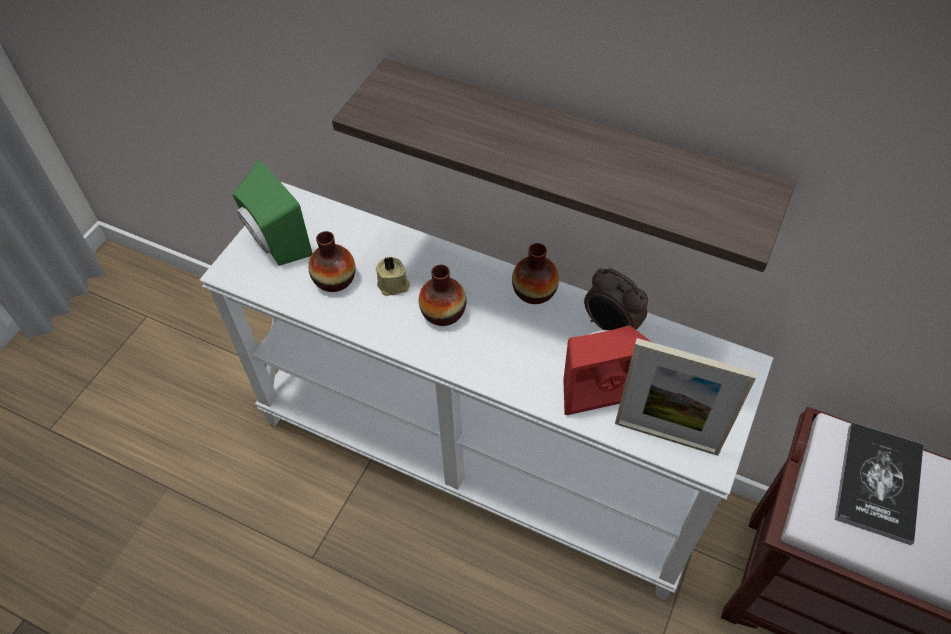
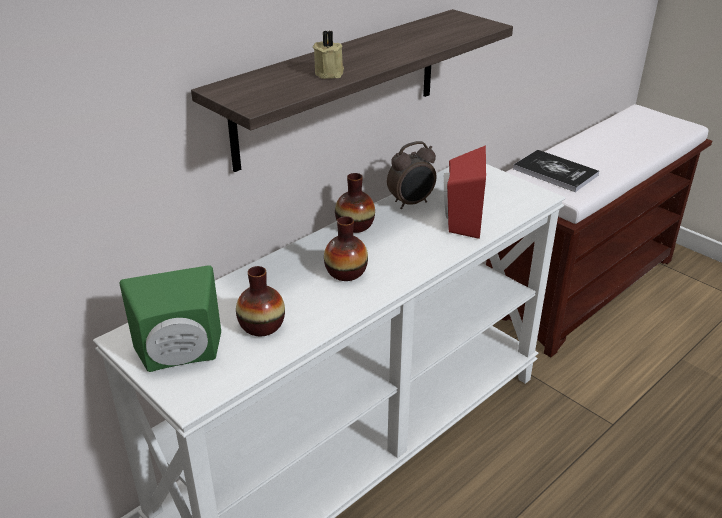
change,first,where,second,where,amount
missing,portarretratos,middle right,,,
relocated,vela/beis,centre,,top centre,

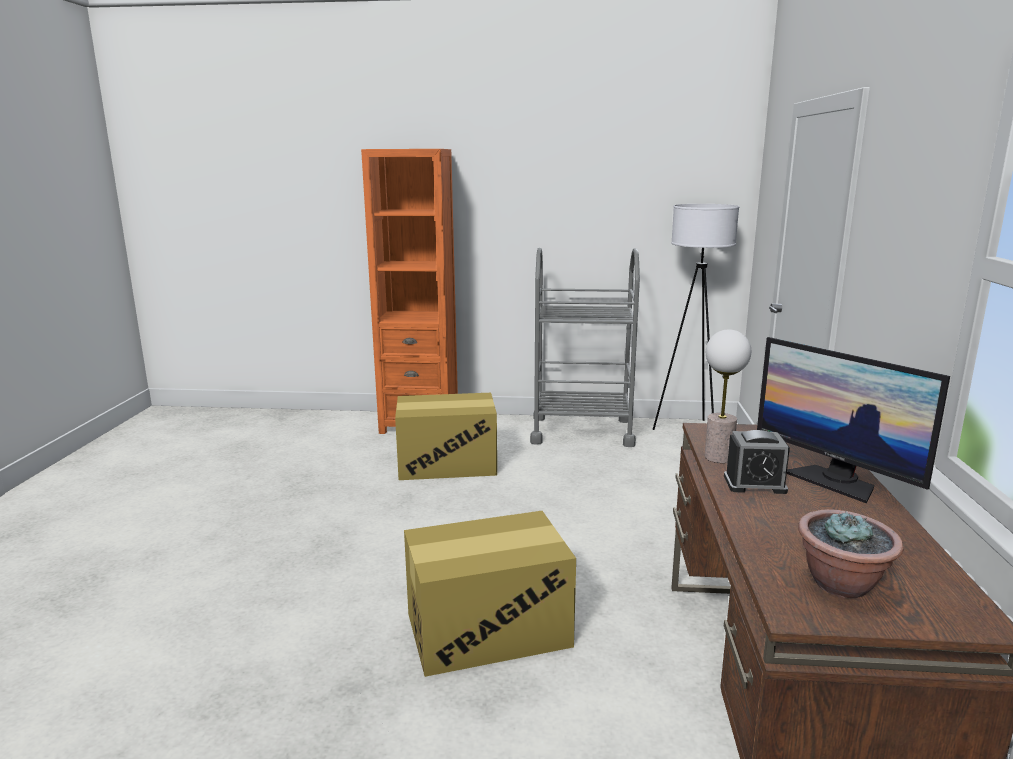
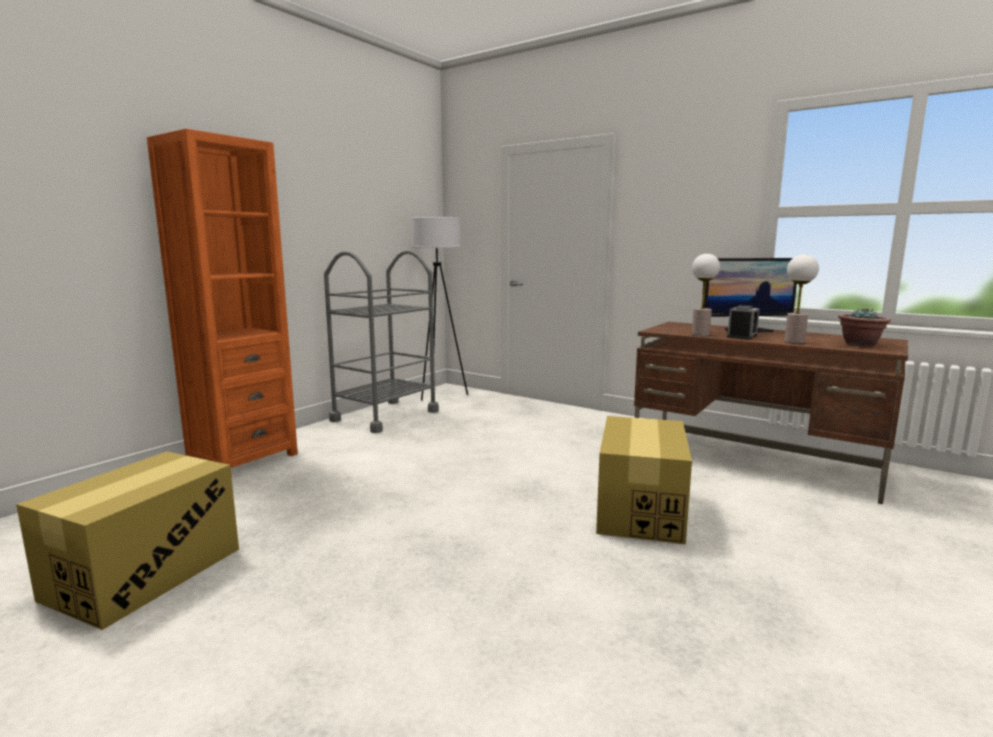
change,first,where,second,where,amount
appeared,,,lámpara de mesa (no. 2 from left),middle right,
relocated,caja de cartón (no. 1 from left),centre,,bottom left,

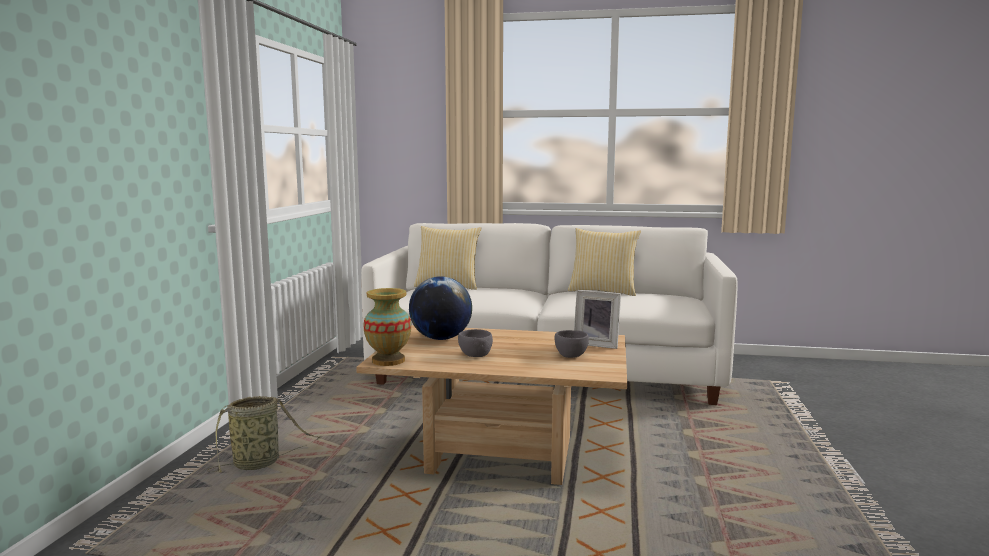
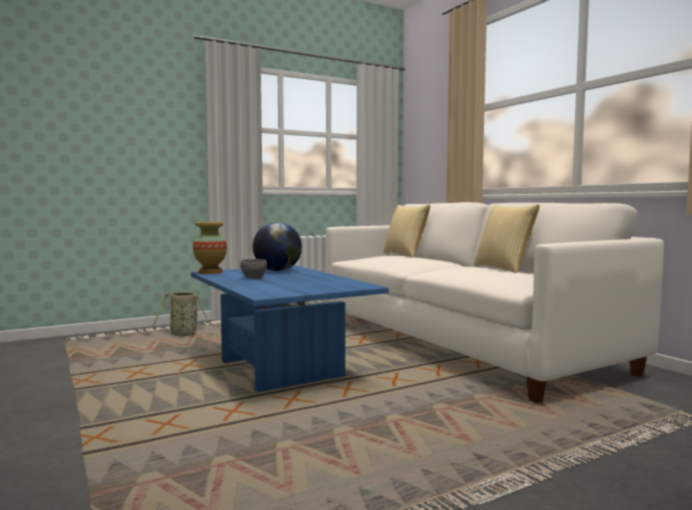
change,first,where,second,where,amount
missing,cuenco/gris (no. 2 from left),centre,,,
missing,portarretratos,centre,,,
colour,mesa de centro/beis,bottom centre,mesa de centro/azul,centre,

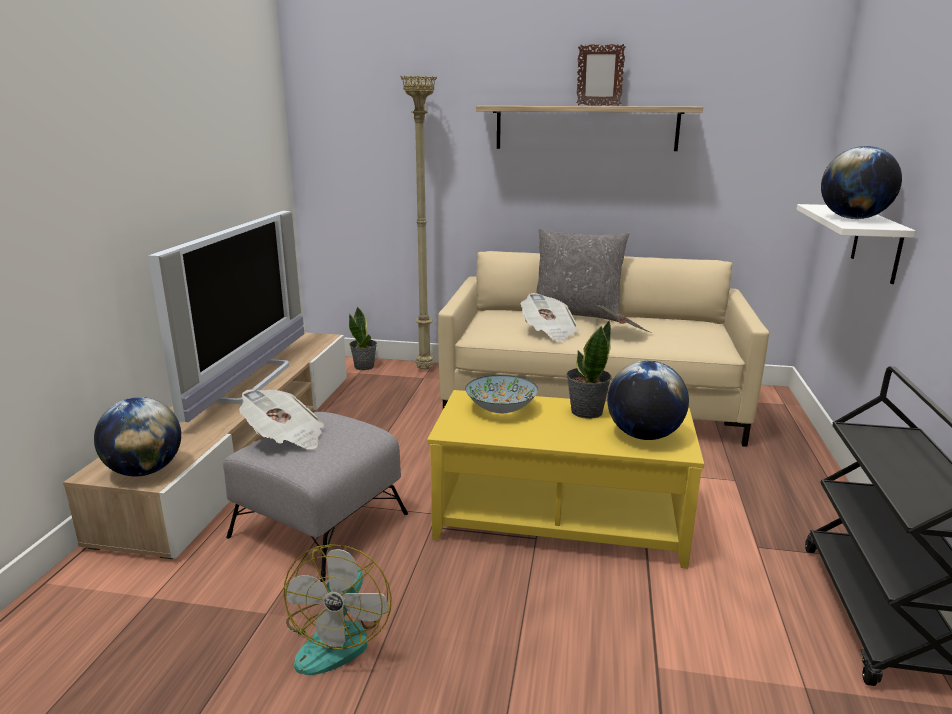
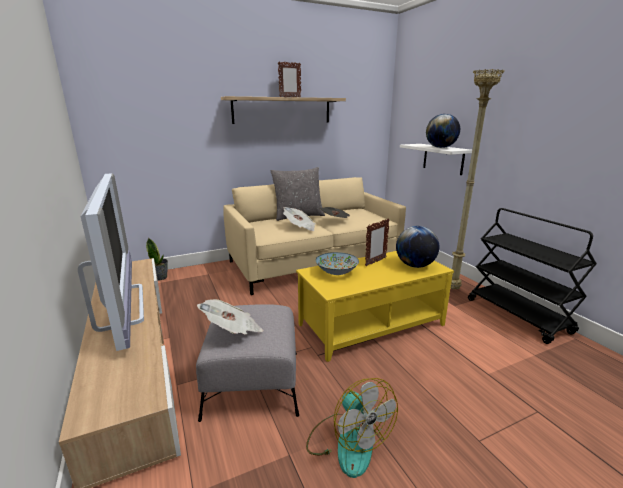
change,first,where,second,where,amount
missing,globo terráqueo (no. 1 from left),middle left,,,
relocated,lámpara de pie/beis,top centre,,middle right,
exchanged,planta en maceta (no. 2 from left),centre,portarretratos (no. 2 from left),centre,

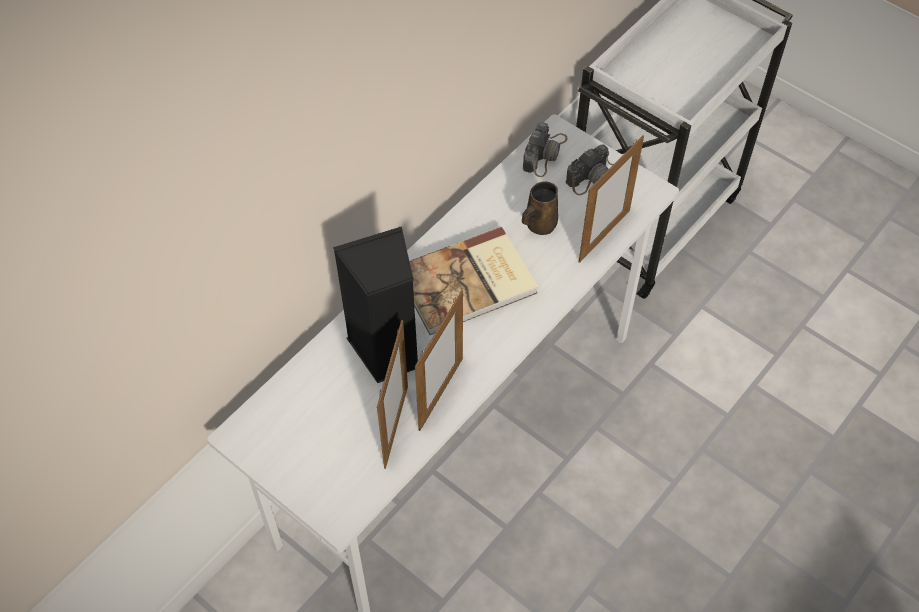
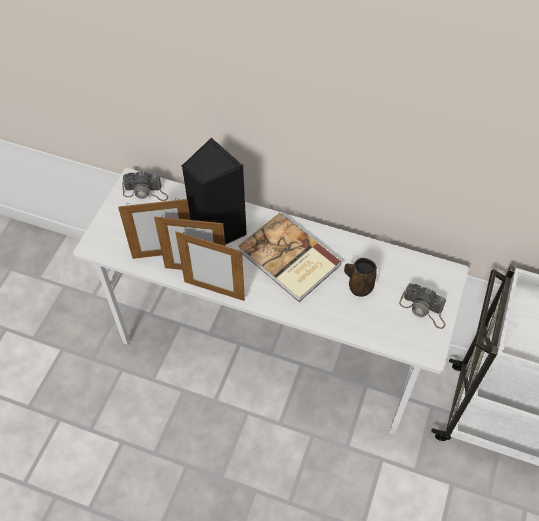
change,first,where,second,where,amount
relocated,cámara (no. 1 from left),top centre,,middle left,
relocated,portarretratos (no. 3 from left),top centre,,centre,

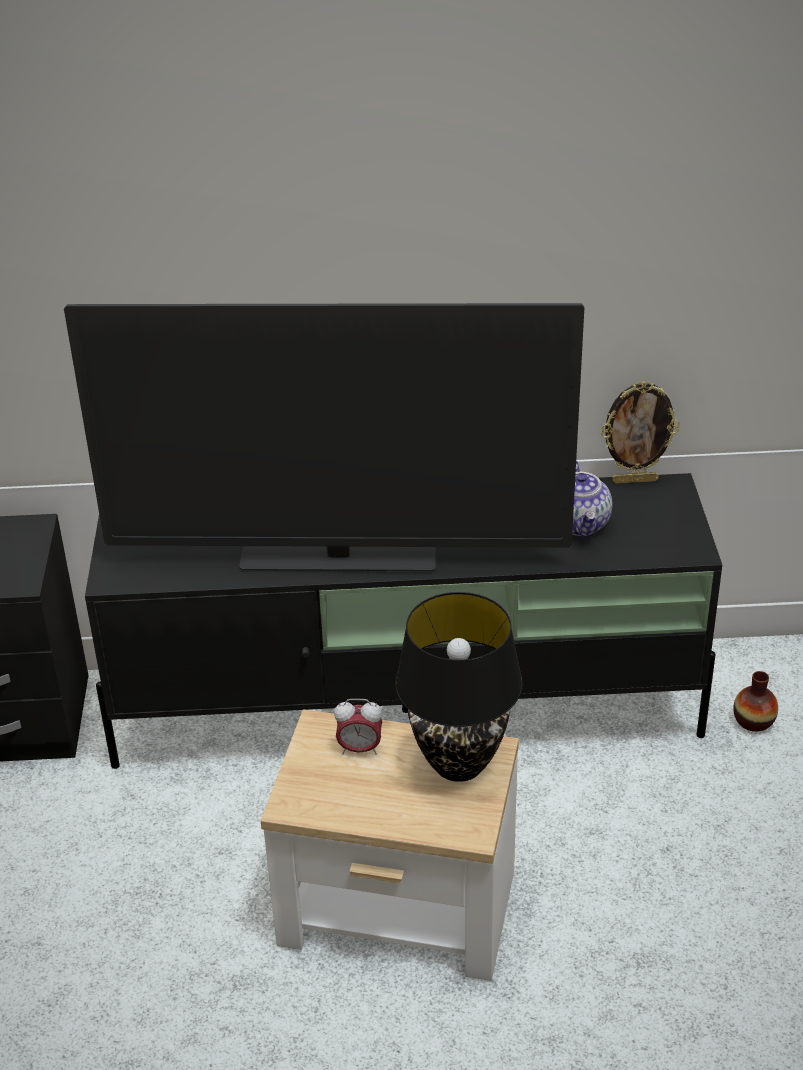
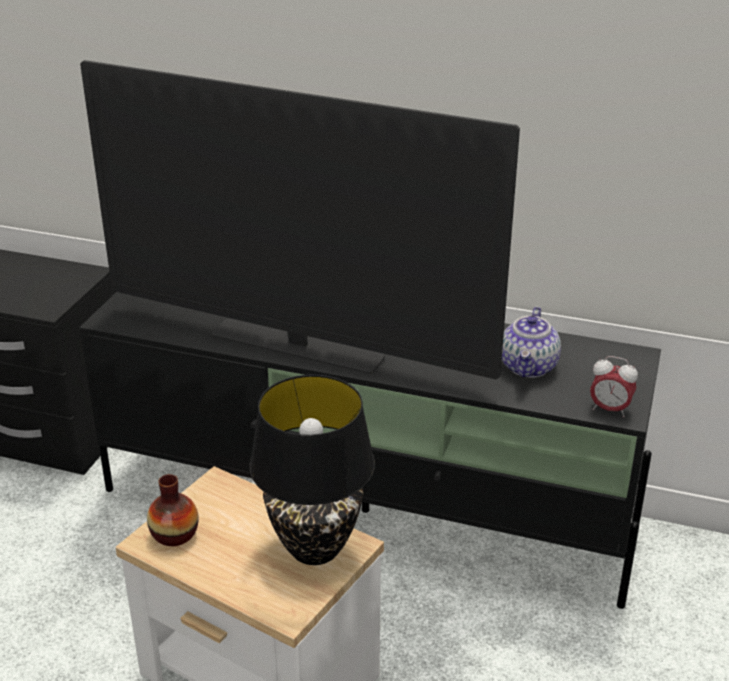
change,first,where,second,where,amount
missing,portarretratos,middle right,,,
relocated,despertador,bottom centre,,middle right,
relocated,florero,middle right,,bottom left,

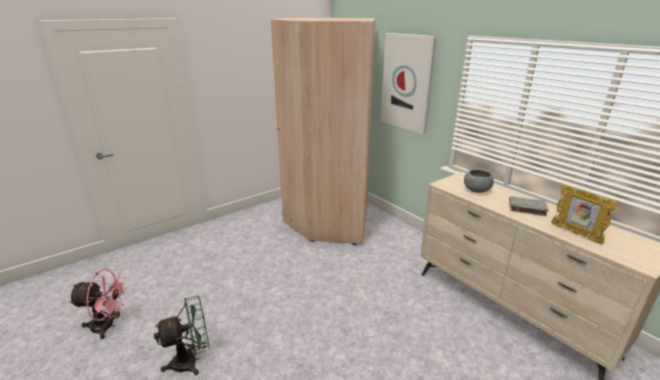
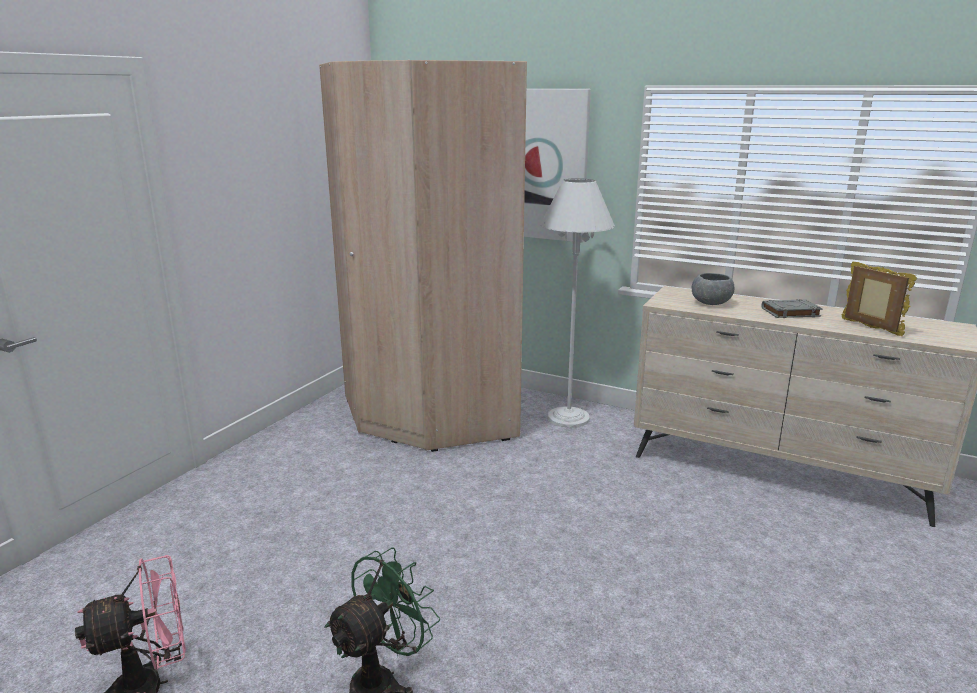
change,first,where,second,where,amount
appeared,,,lámpara de pie/blanco,centre,
spun,portarretratos,middle right,,middle right,150 degrees counterclockwise

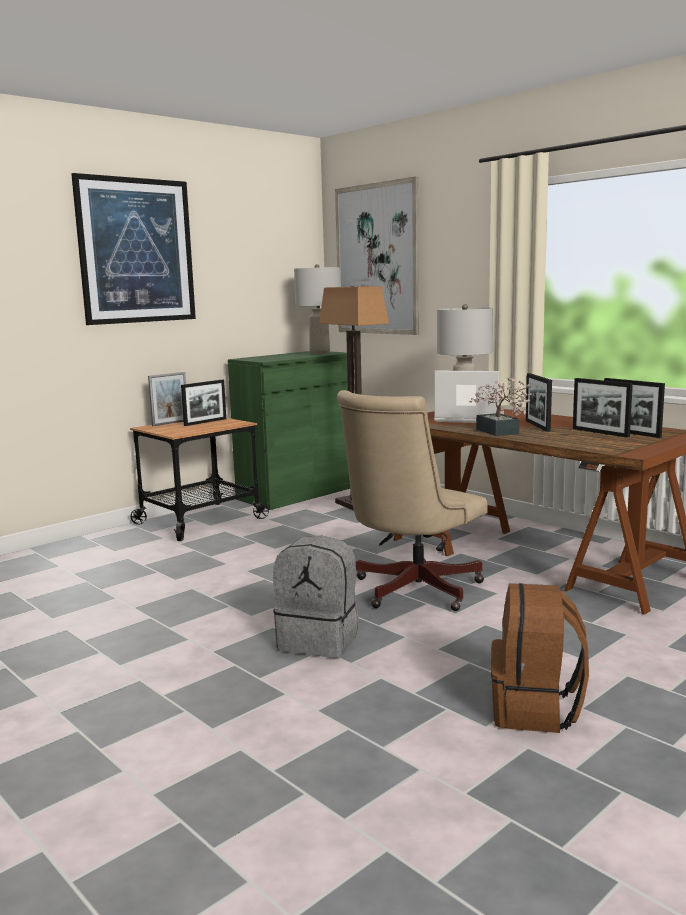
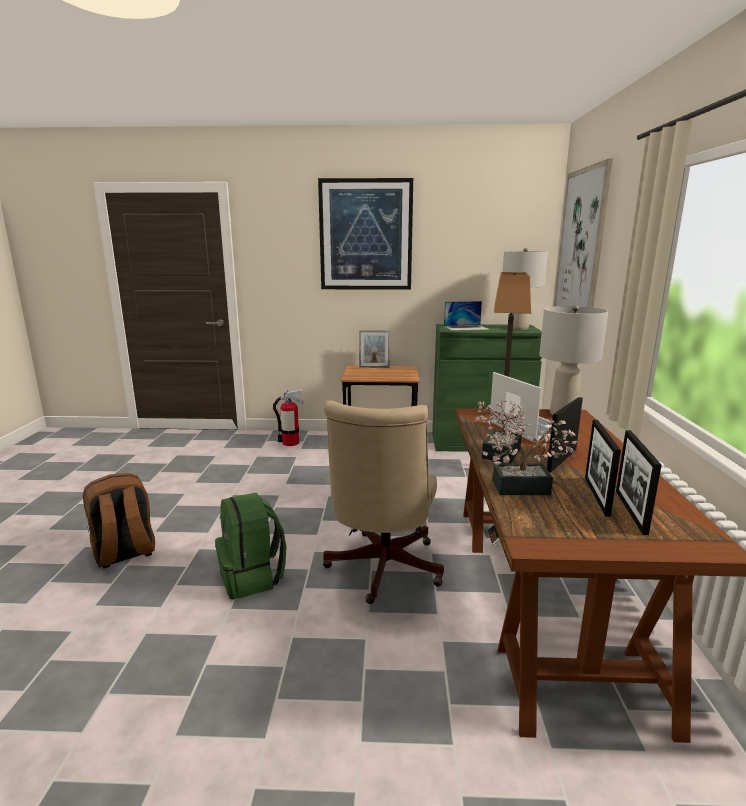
change,first,where,second,where,amount
missing,portarretratos (no. 2 from left),middle left,,,
appeared,,,extintor,centre,
appeared,,,portátil (no. 1 from left),centre,
appeared,,,planta en maceta (no. 2 from left),middle right,
relocated,mochila/marrón,bottom right,,middle left,
colour,mochila/gris,centre,mochila/verde,bottom centre,
spun,silla de oficina/beis,centre,,centre,75 degrees counterclockwise

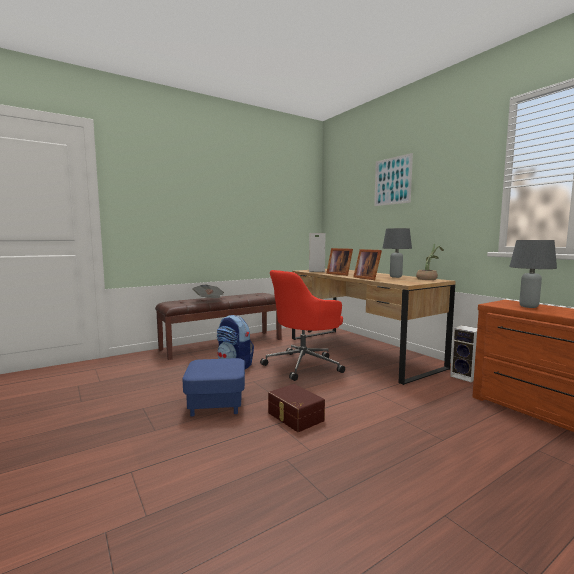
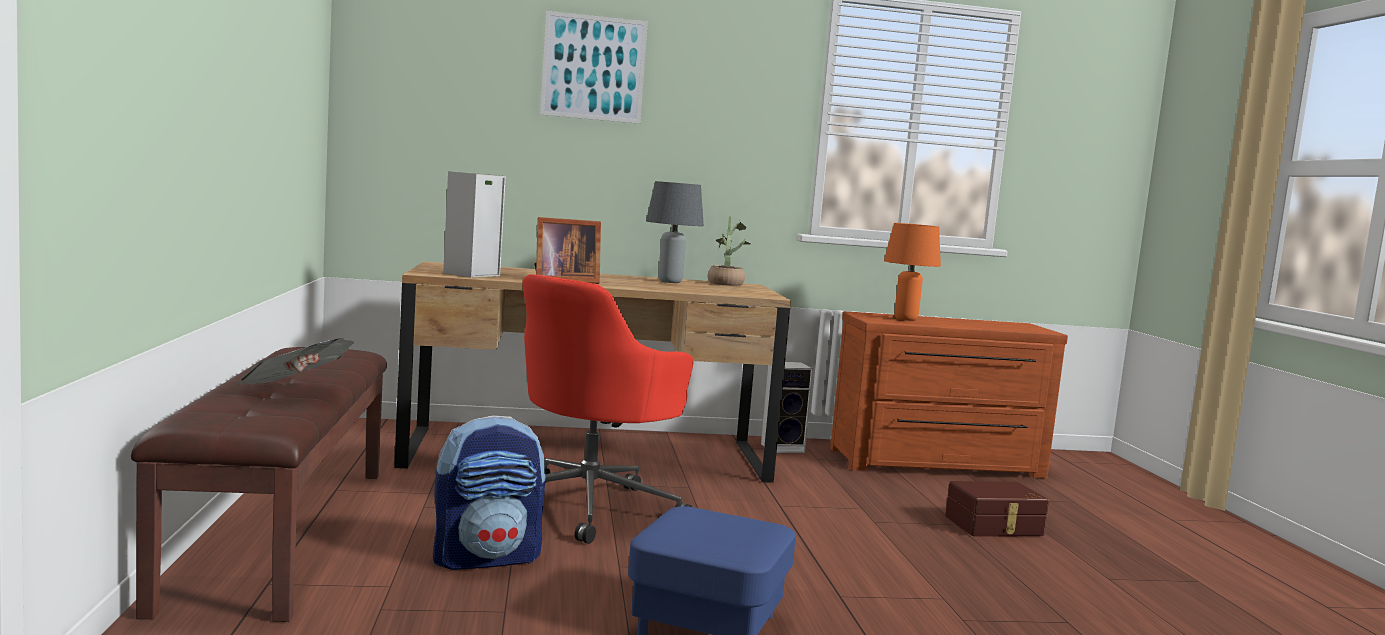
change,first,where,second,where,amount
missing,portarretratos (no. 2 from left),centre,,,
relocated,caja de almacenaje/marrón,bottom centre,,bottom right,
colour,lámpara de mesa/gris (no. 2 from left),middle right,lámpara de mesa/naranja,centre,
spun,silla de oficina/rojo,centre,,centre,45 degrees clockwise

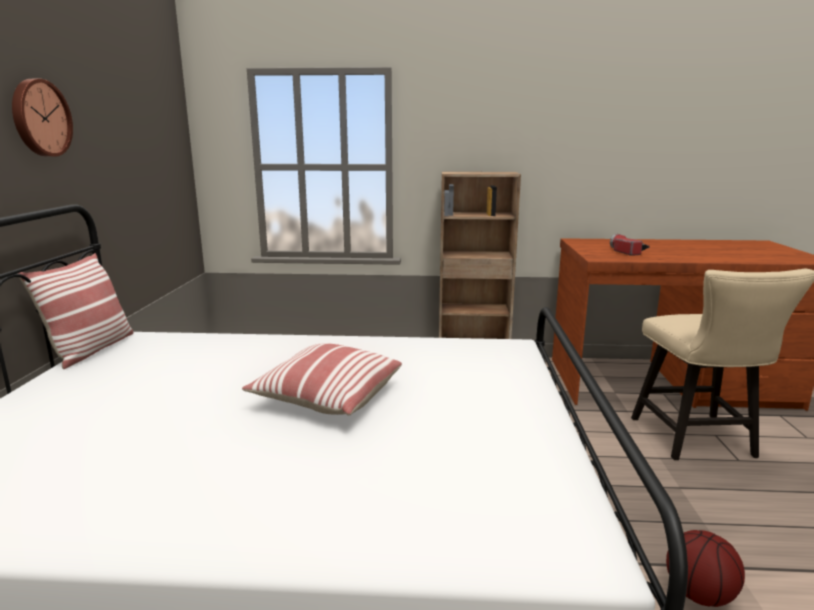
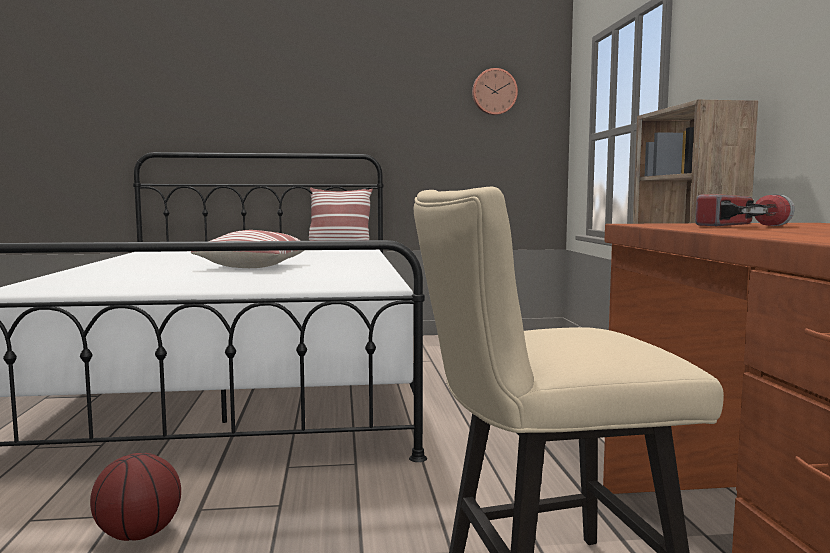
change,first,where,second,where,amount
relocated,reloj de pared,top left,,top centre,

